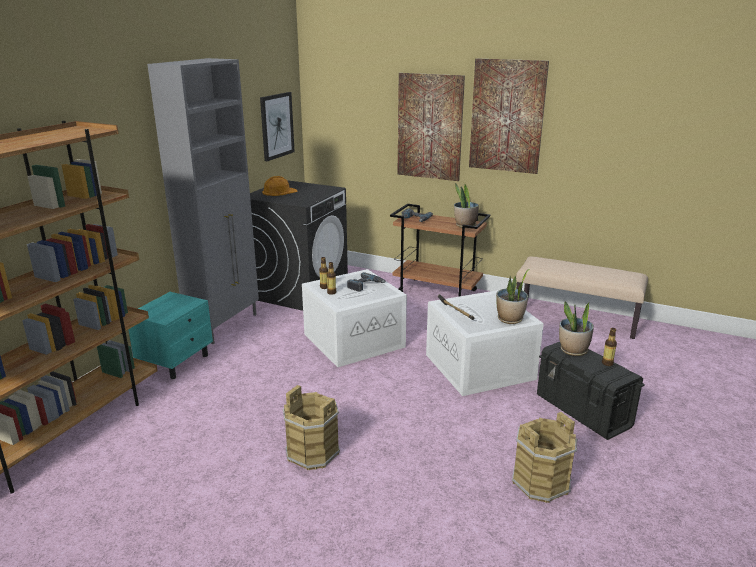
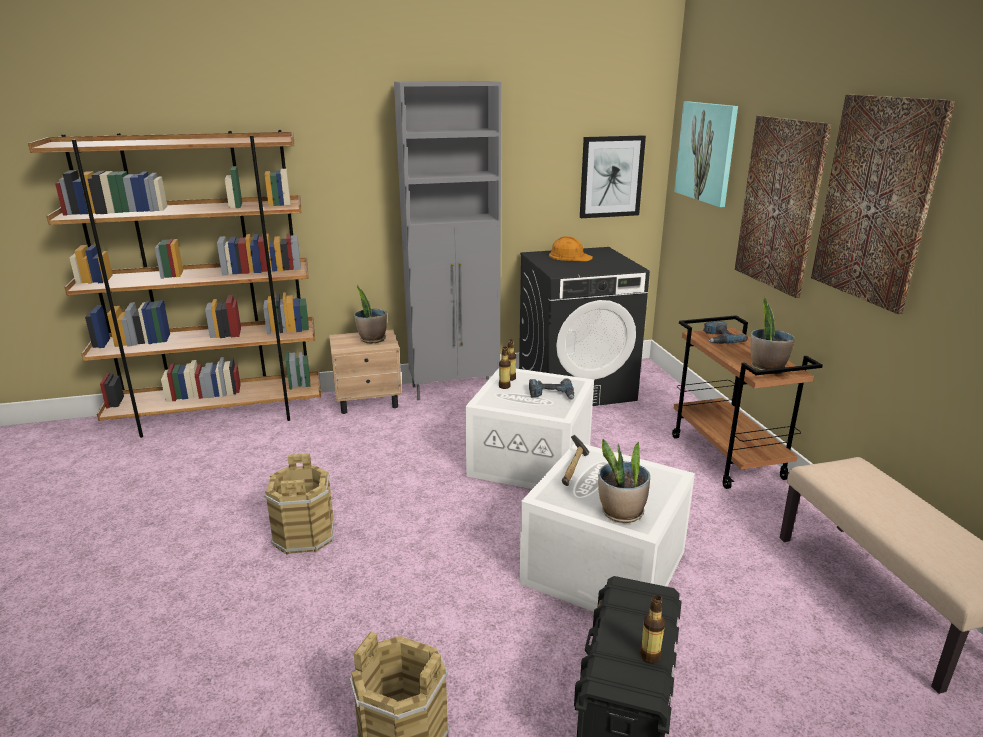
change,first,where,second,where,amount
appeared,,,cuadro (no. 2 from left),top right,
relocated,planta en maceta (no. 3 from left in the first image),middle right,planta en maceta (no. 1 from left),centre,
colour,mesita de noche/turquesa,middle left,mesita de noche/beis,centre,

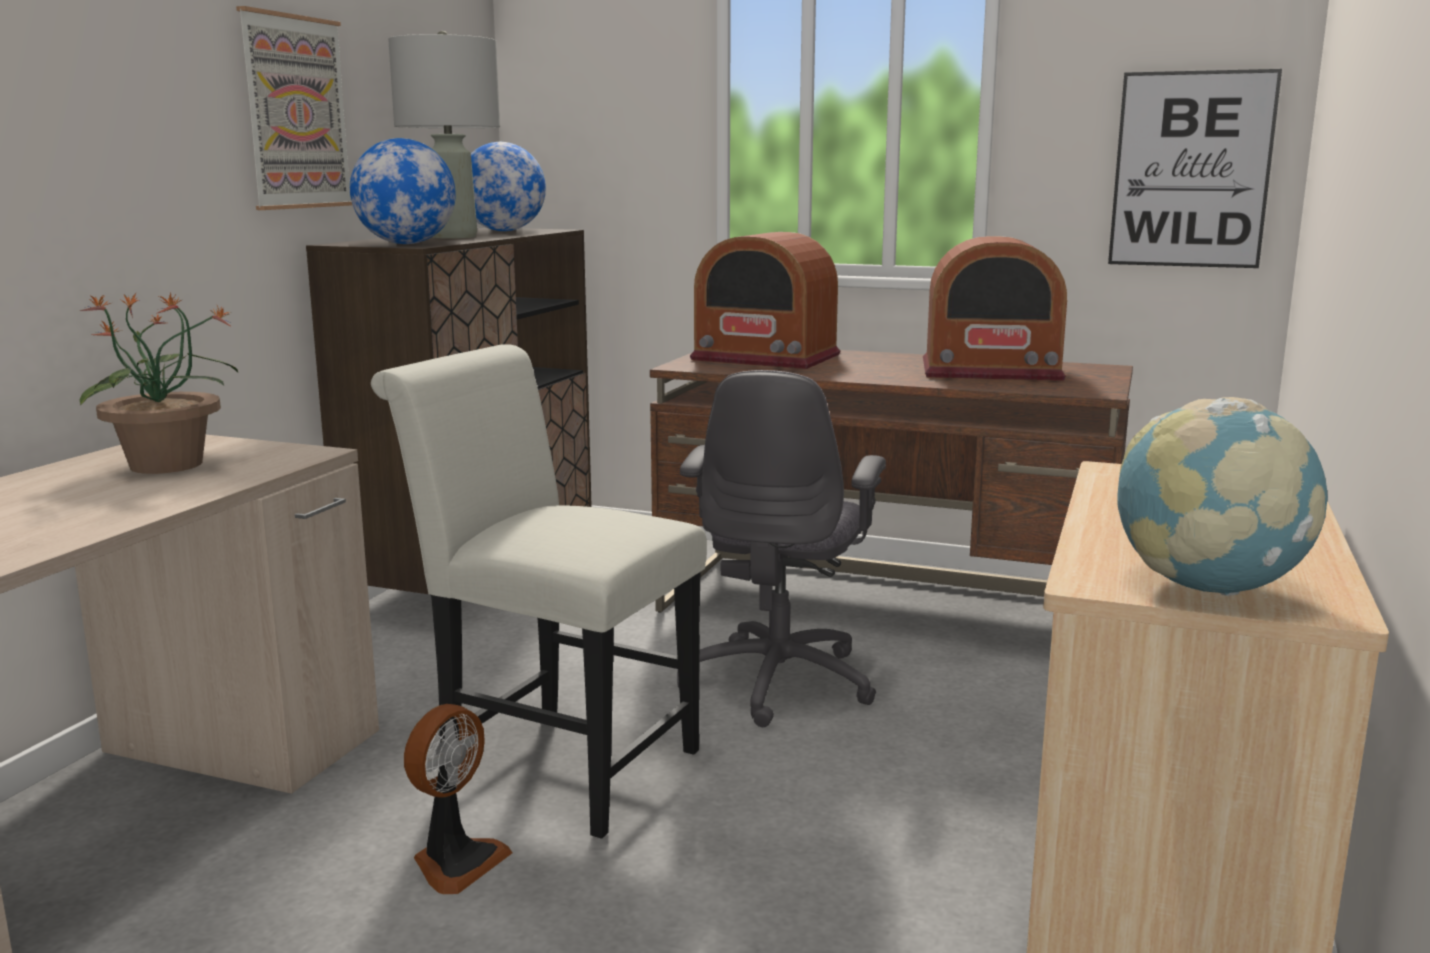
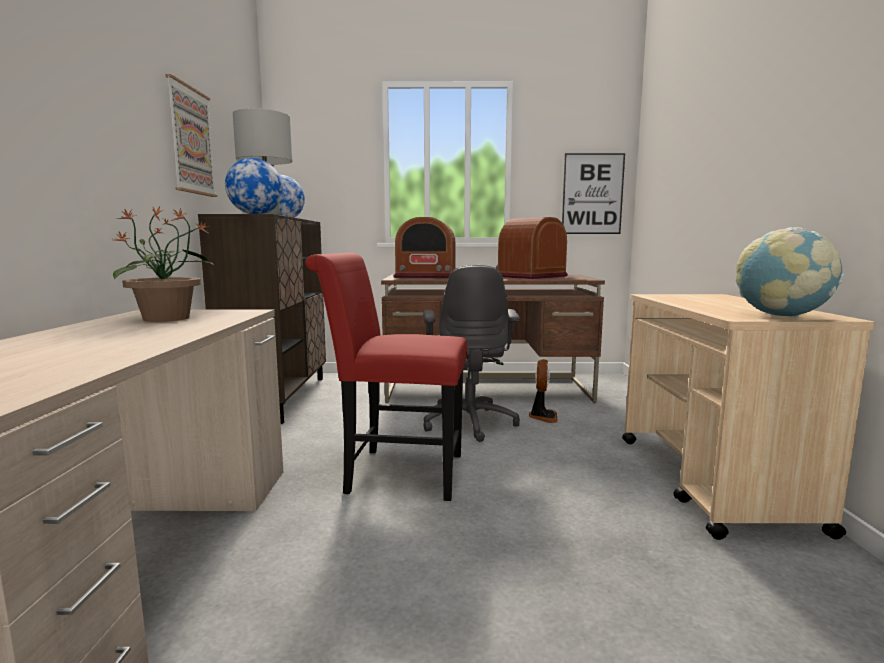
change,first,where,second,where,amount
relocated,ventilador,bottom left,,centre,
colour,silla/blanco,centre,silla/rojo,centre,
spun,radio (no. 2 from left),top right,,centre,150 degrees clockwise

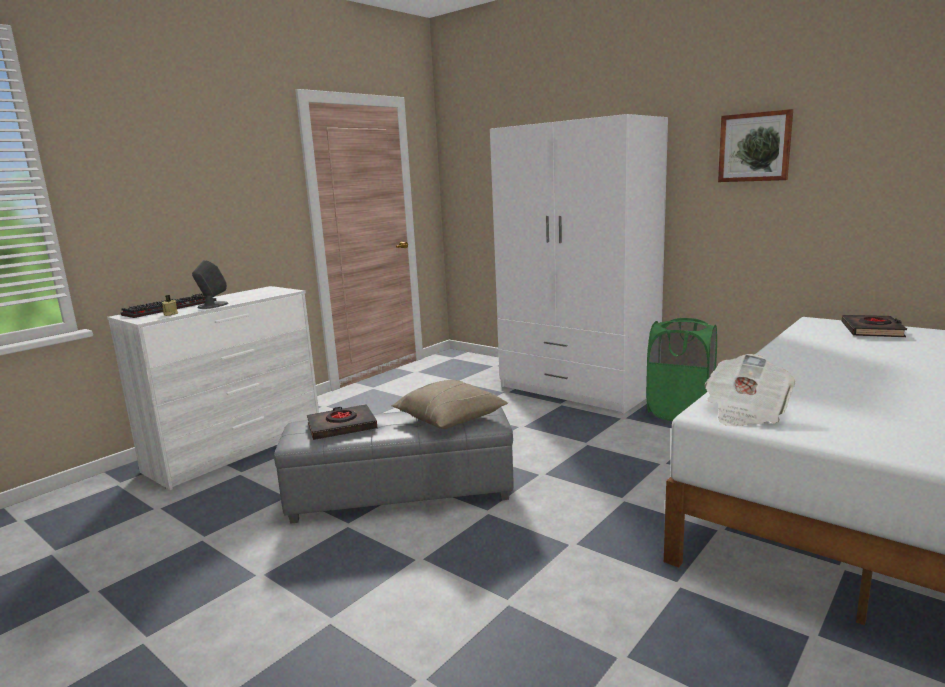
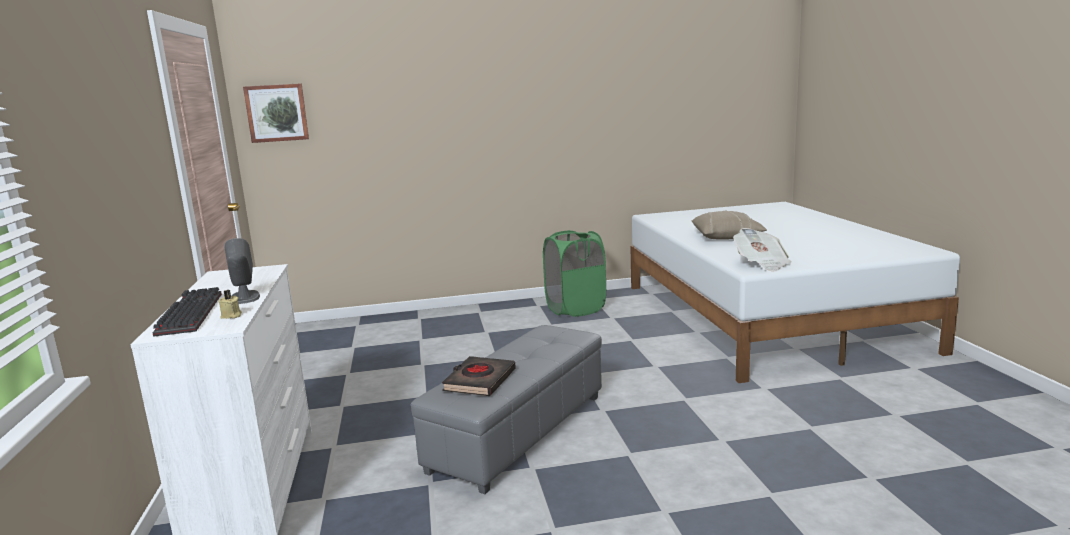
change,first,where,second,where,amount
missing,armario ropero/blanco,centre,,,
missing,libro/negro (no. 2 from left),middle right,,,
relocated,cojín/beis,centre,,middle right,
relocated,cuadro,top right,,top left,

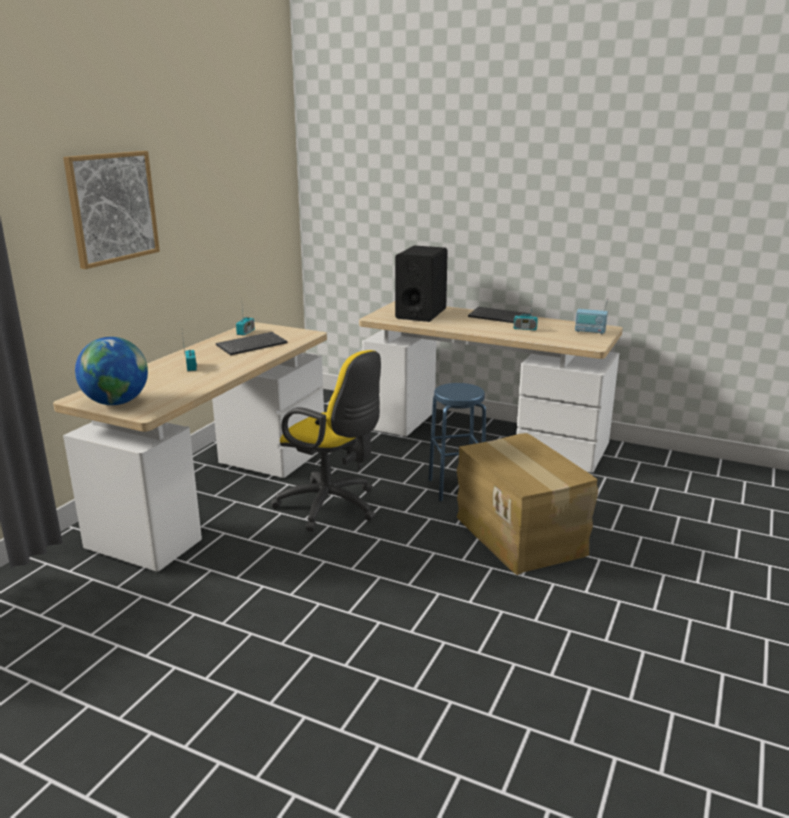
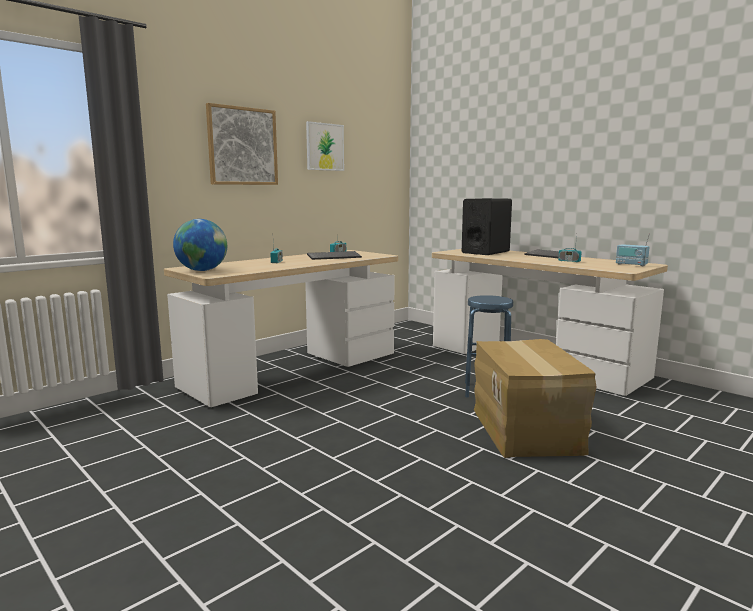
change,first,where,second,where,amount
missing,silla de oficina/amarillo,centre,,,
appeared,,,cuadro (no. 2 from left),top centre,

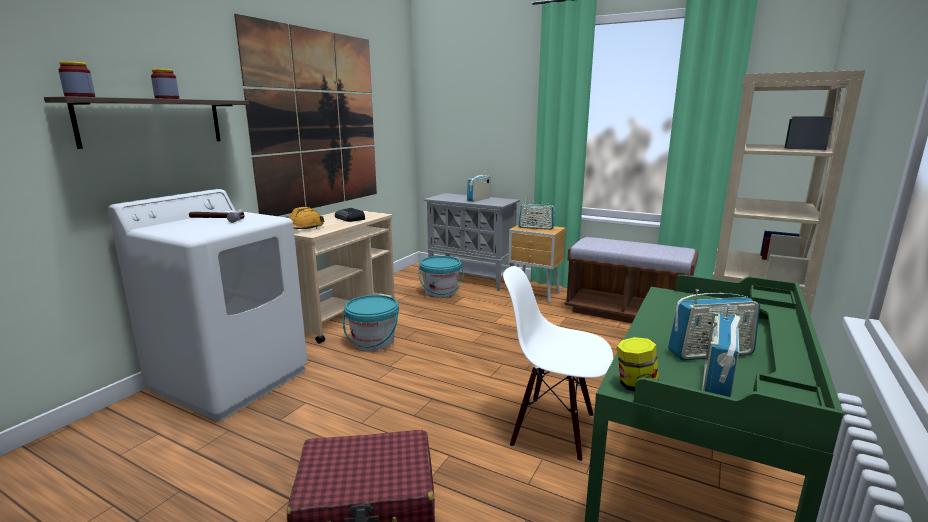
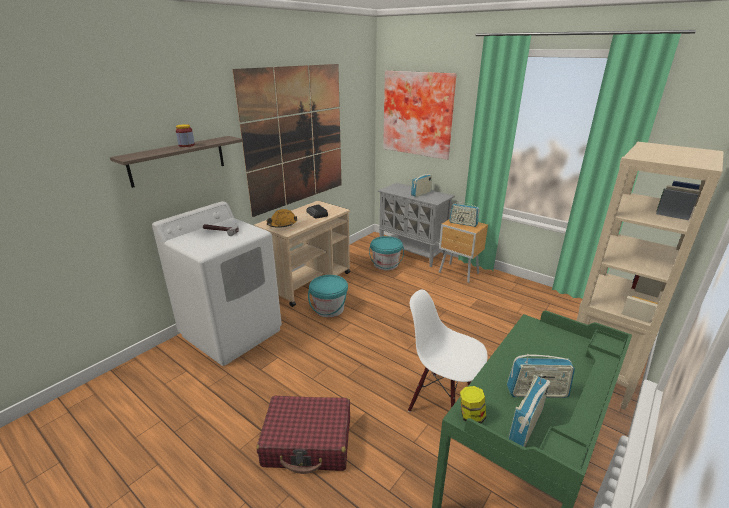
change,first,where,second,where,amount
missing,tarro (no. 1 from left),top left,,,
missing,banco/marrón,middle right,,,
appeared,,,cuadro (no. 2 from left),top centre,

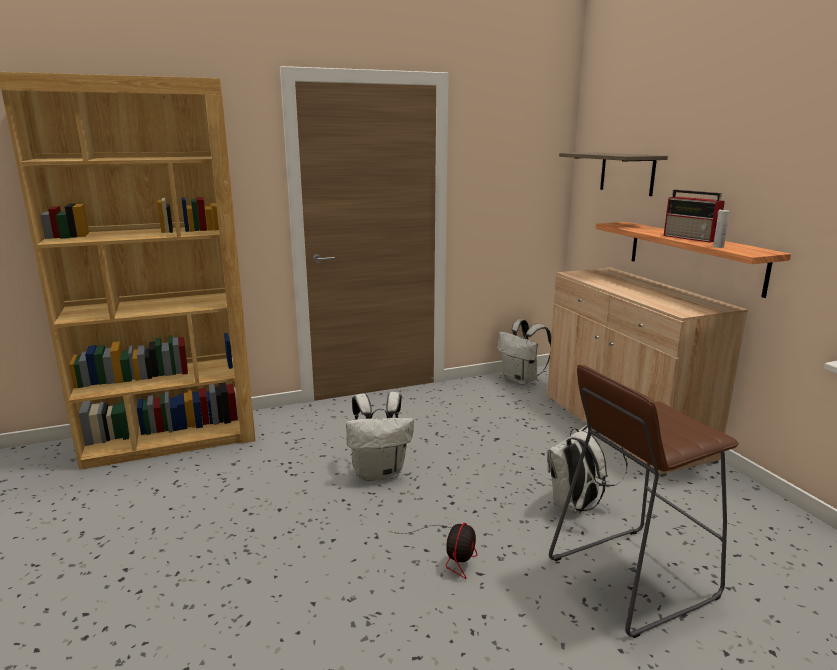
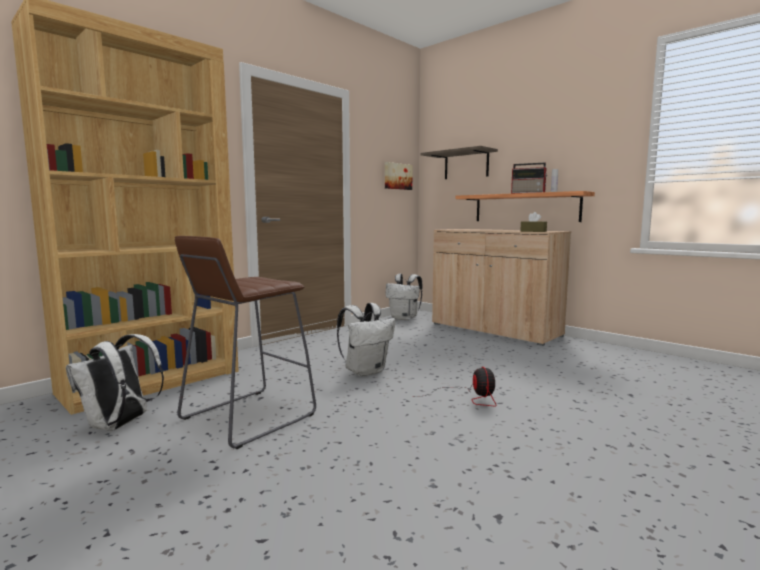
change,first,where,second,where,amount
appeared,,,cuadro,top centre,
appeared,,,caja de pañuelos/marrón,middle right,
relocated,mochila/blanco (no. 3 from left in the first image),bottom right,mochila/blanco (no. 1 from left),bottom left,
relocated,taburete/marrón,bottom right,,middle left,

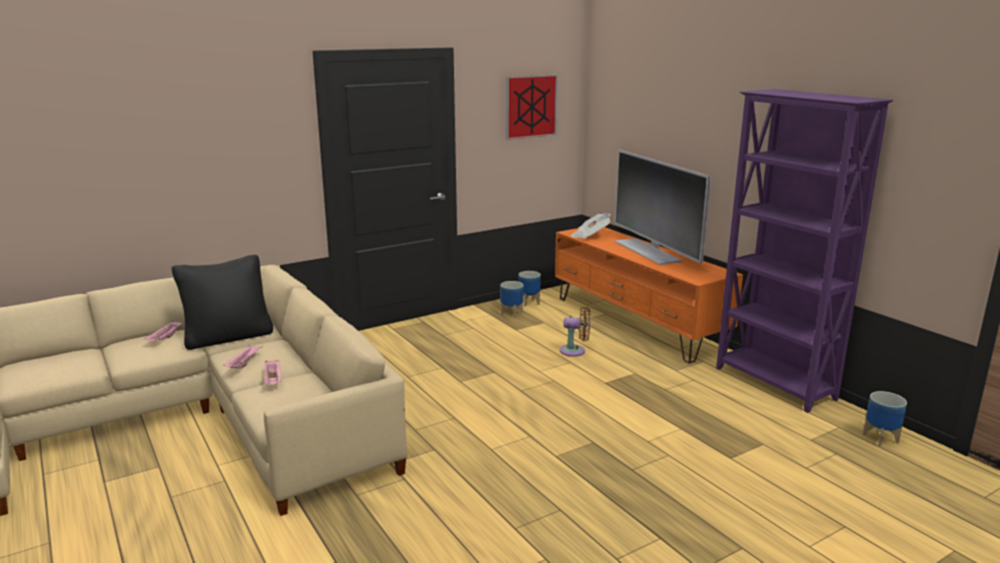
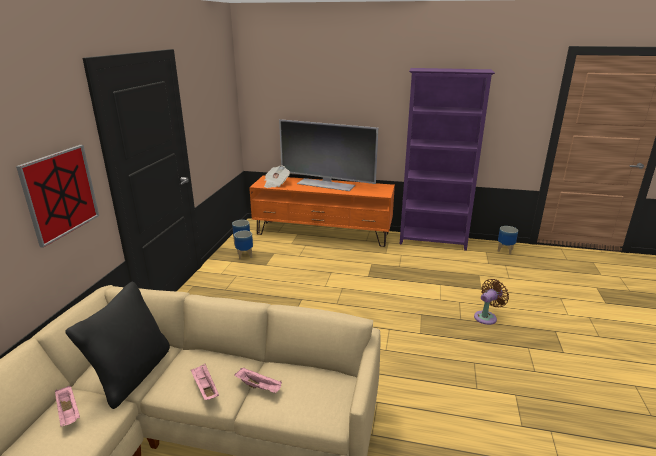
change,first,where,second,where,amount
relocated,cuadro,top centre,,middle left,
relocated,ventilador/marrón,centre,,middle right,

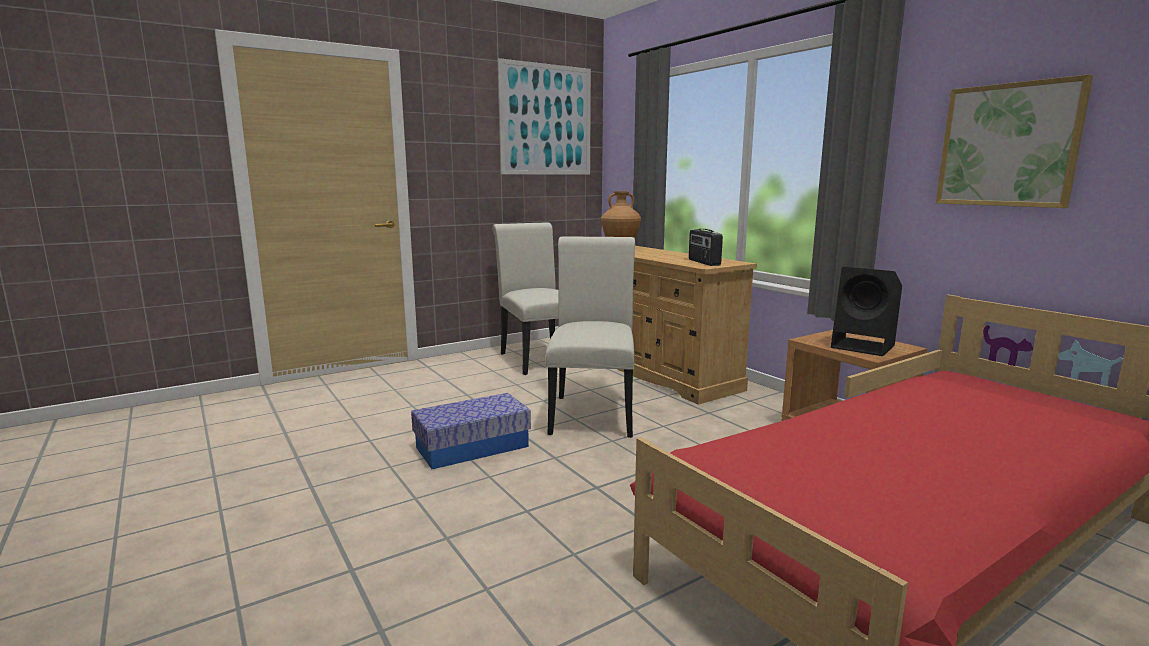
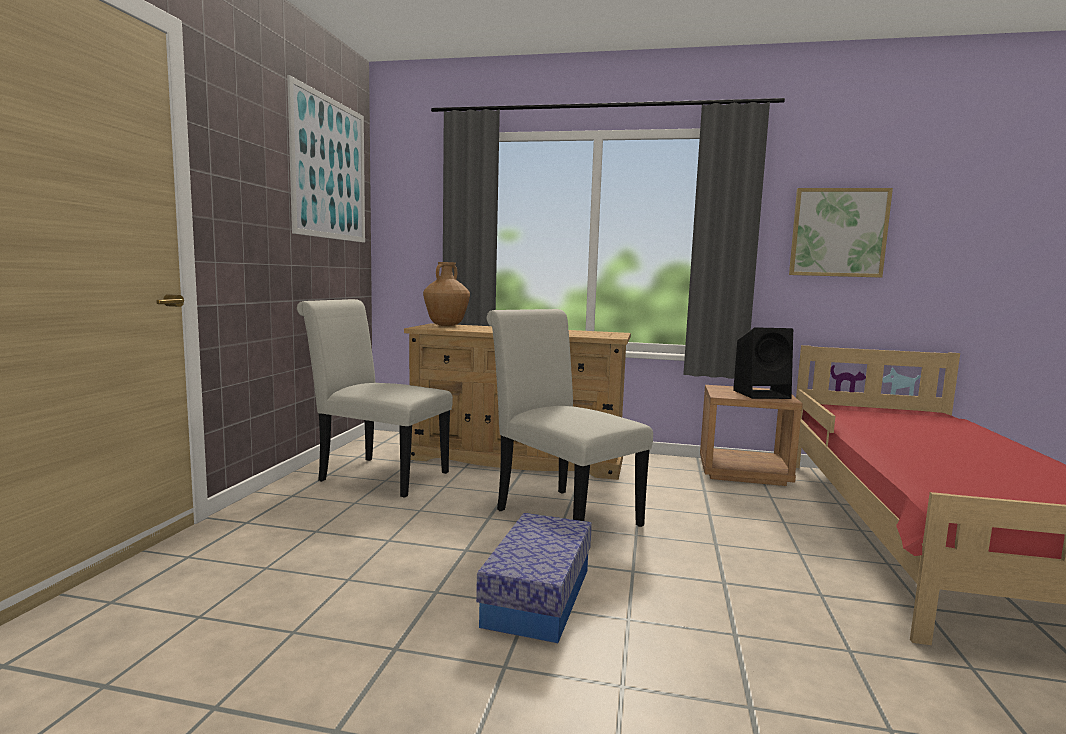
change,first,where,second,where,amount
missing,radio,centre,,,

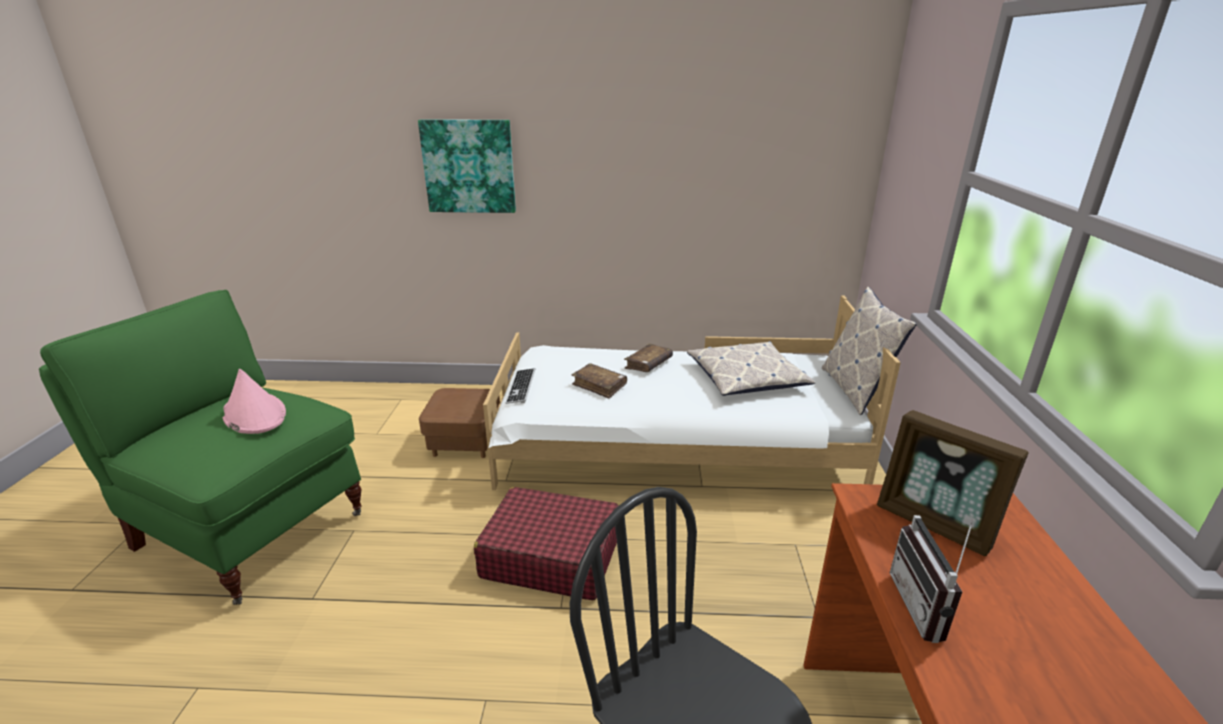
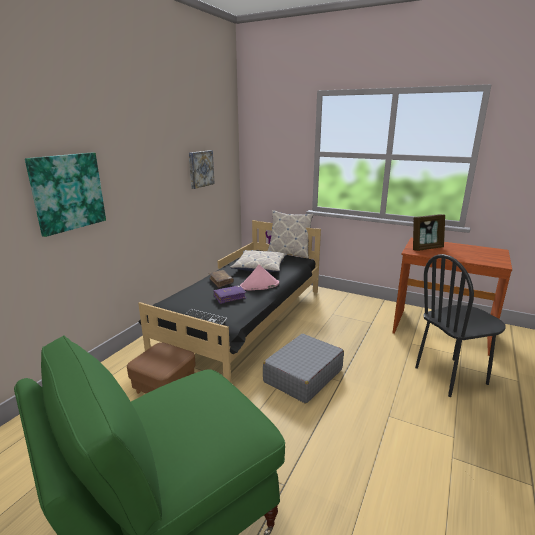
change,first,where,second,where,amount
missing,radio,bottom right,,,
appeared,,,cuadro (no. 2 from left),top centre,
relocated,sombrero/rosa,middle left,,centre,
colour,maleta/rojo,bottom centre,maleta/gris,bottom centre,
colour,cama/blanco,centre,cama/negro,centre,
colour,libro/marrón (no. 1 from left),centre,libro/morado,centre,

